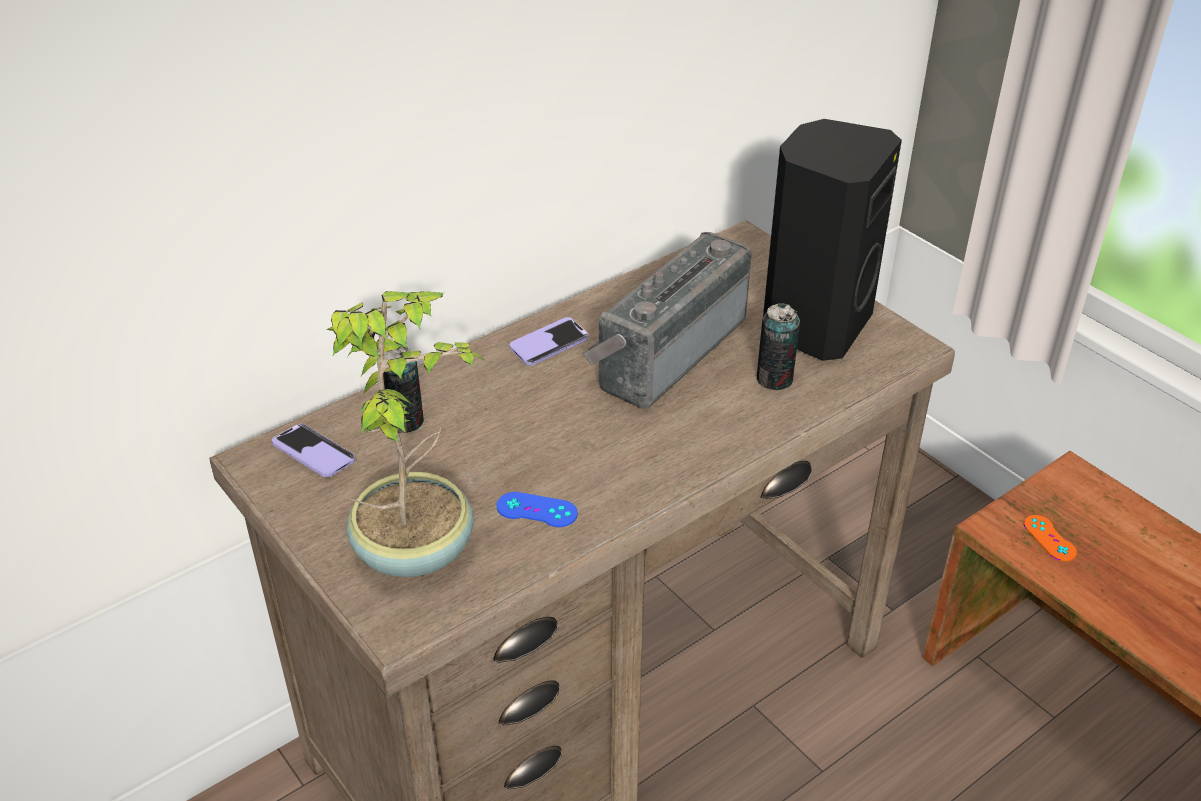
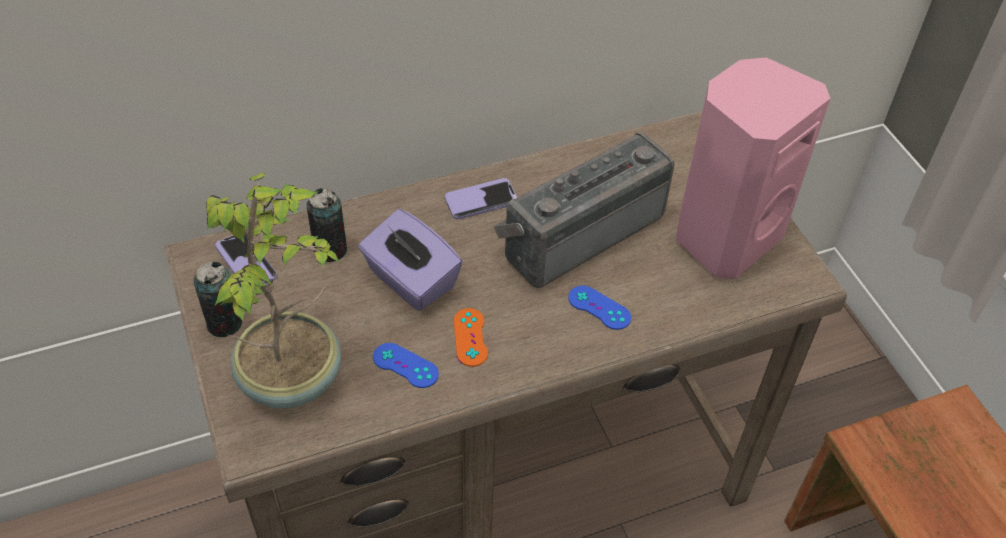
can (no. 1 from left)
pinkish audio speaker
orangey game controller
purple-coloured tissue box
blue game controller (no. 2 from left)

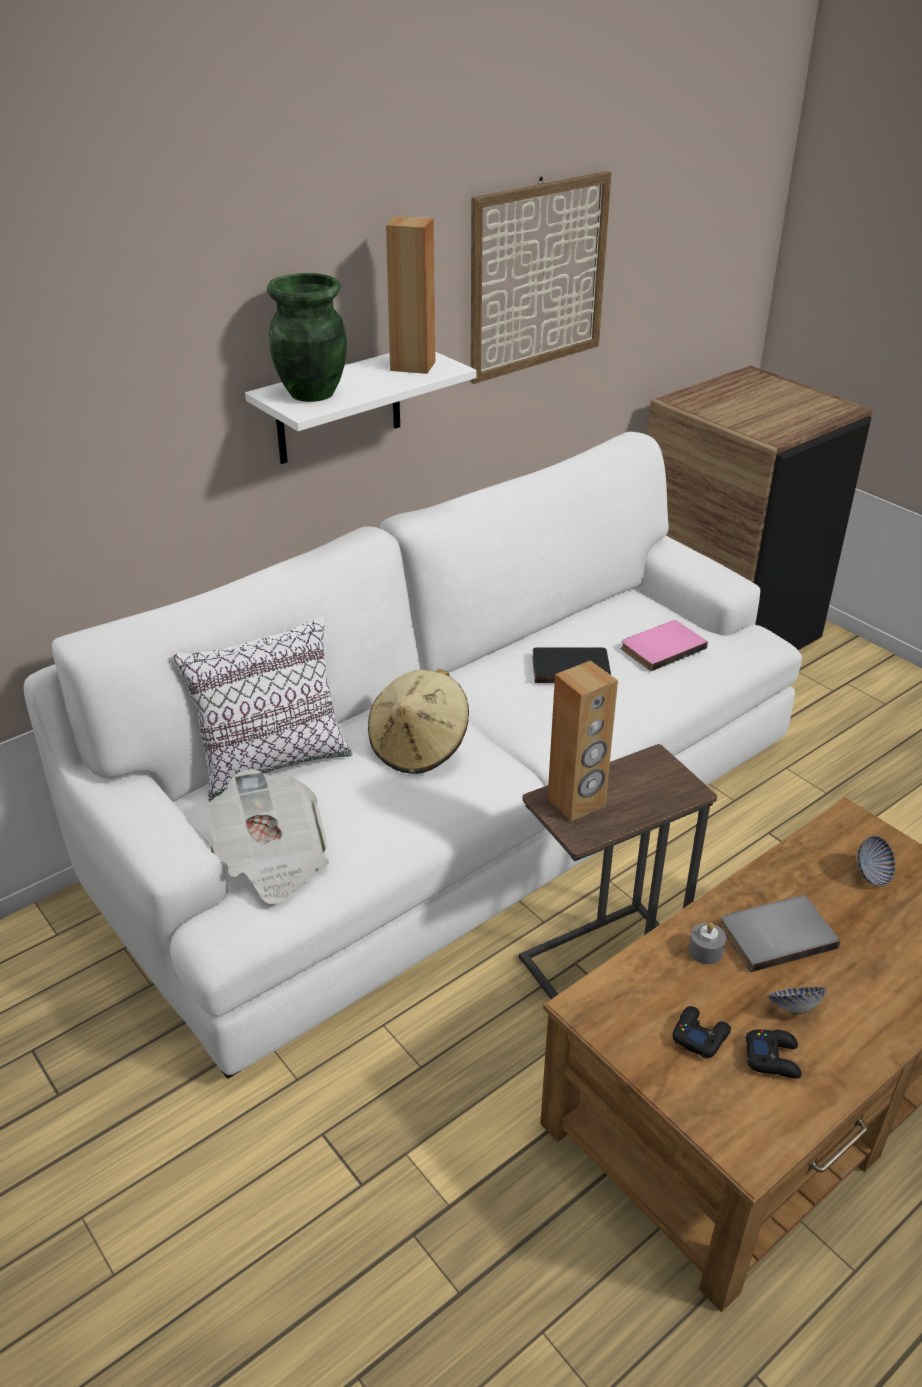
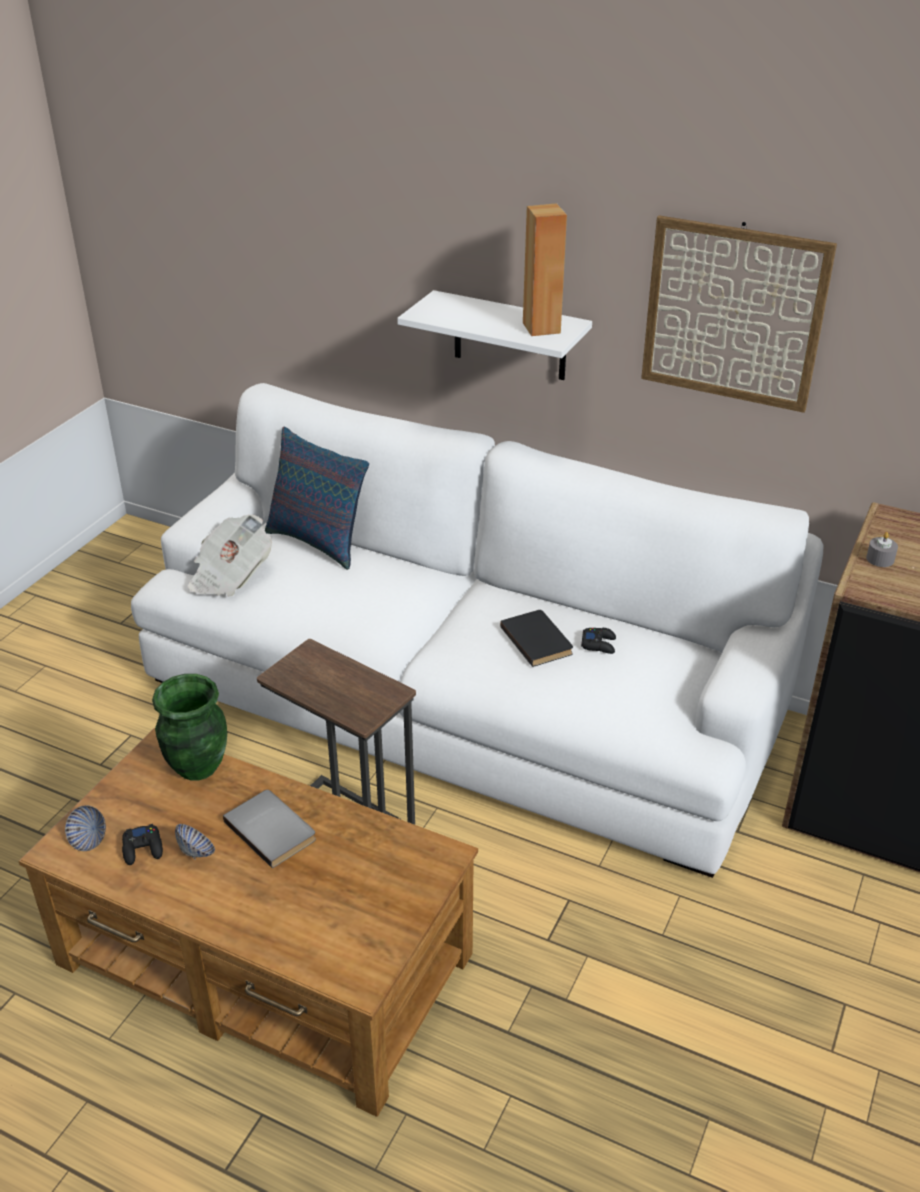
blue pillow
green vase
beige wearable hat
brown-coloured audio speaker (no. 2 from left in the first image)
pinkish bound book
blackish game controller (no. 2 from left)
greyish candle
serving bowl (no. 1 from left)

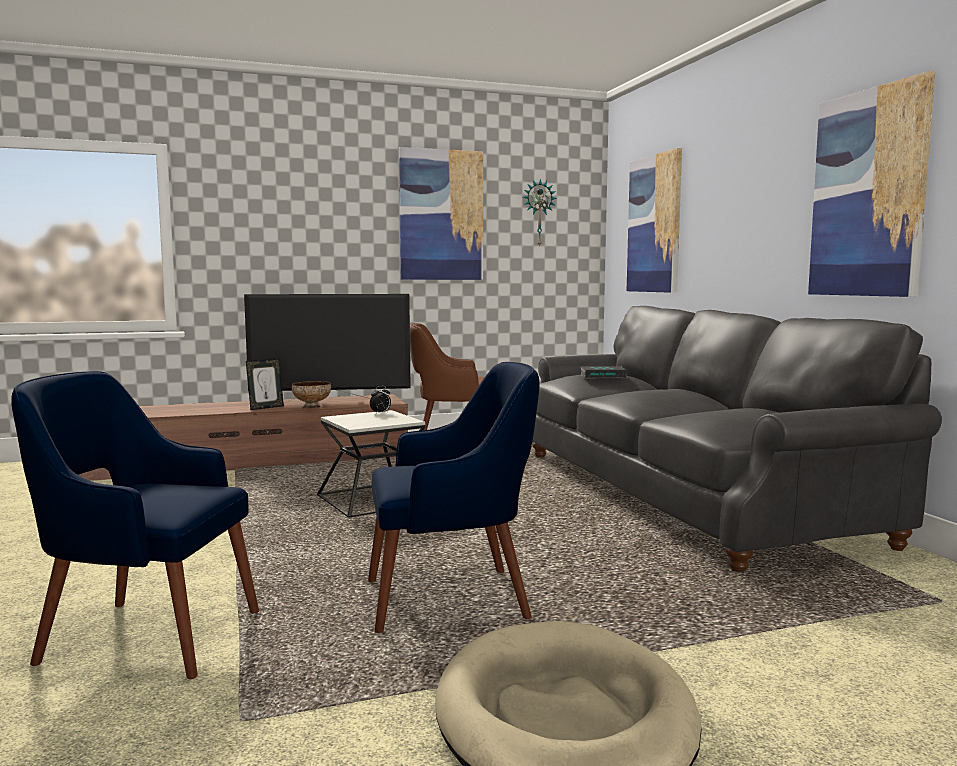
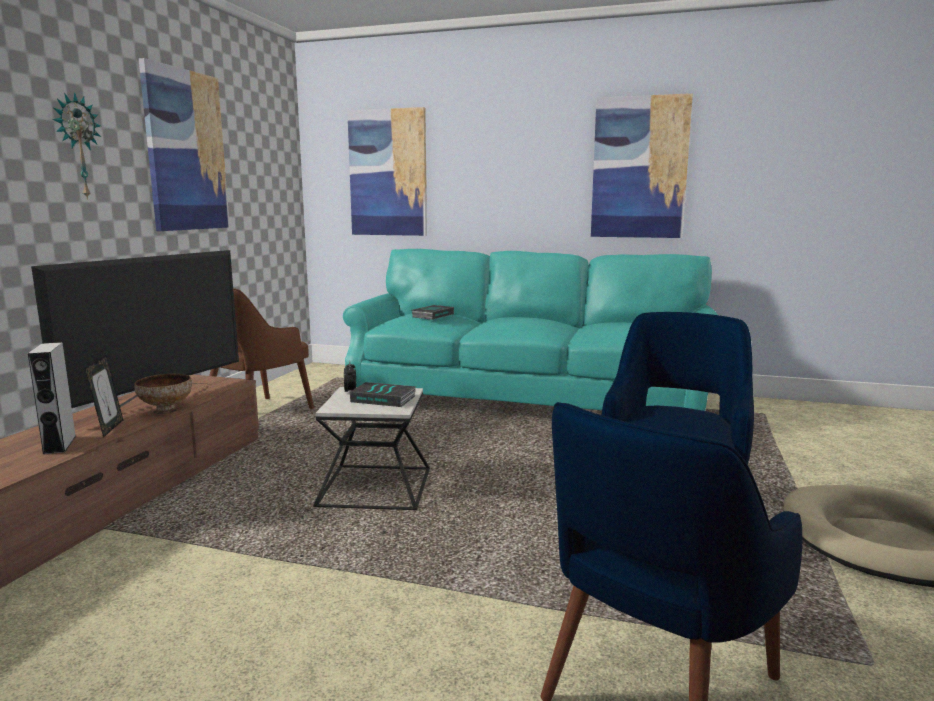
wall clock
turquoise settee
greyish audio speaker
bound book (no. 1 from left)

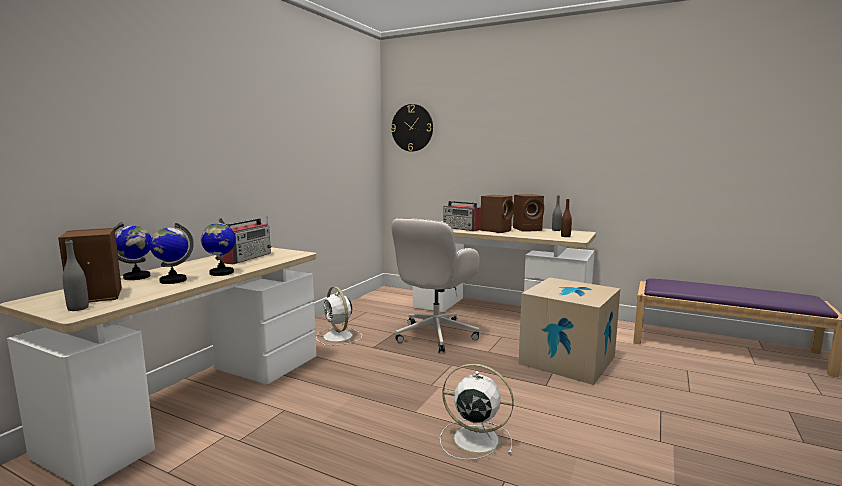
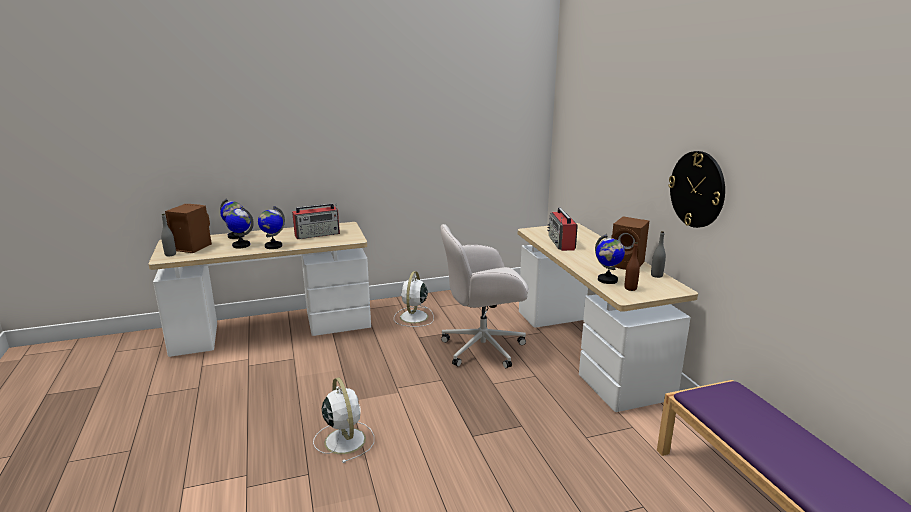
wall clock
brown-coloured audio speaker (no. 2 from left in the first image)
carton
desk globe (no. 4 from left)

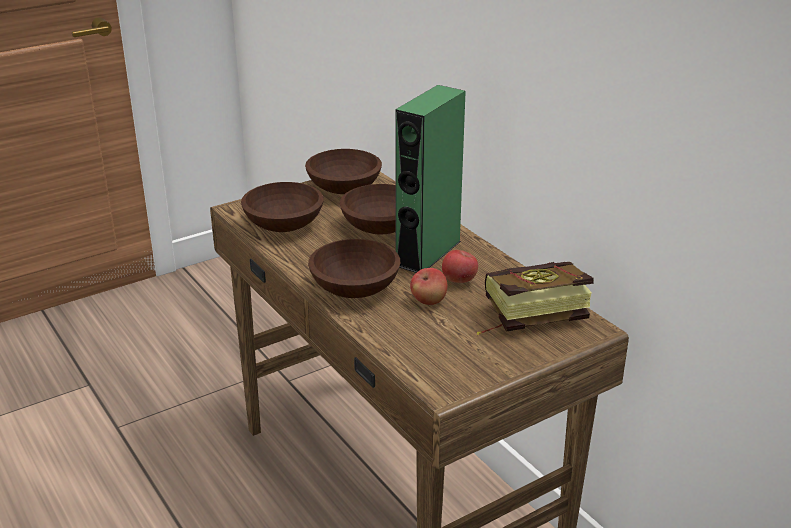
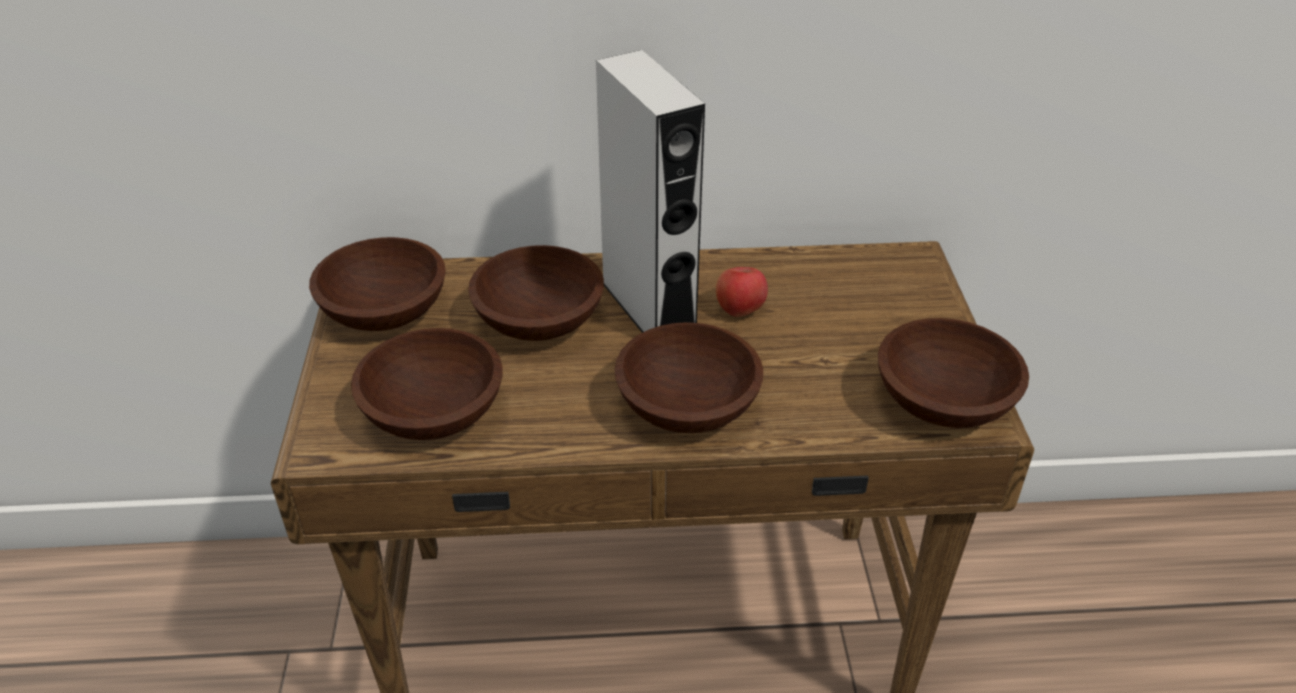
greyish audio speaker
apple fruit (no. 1 from left in the first image)
bound book
brown-coloured serving bowl (no. 5 from left)

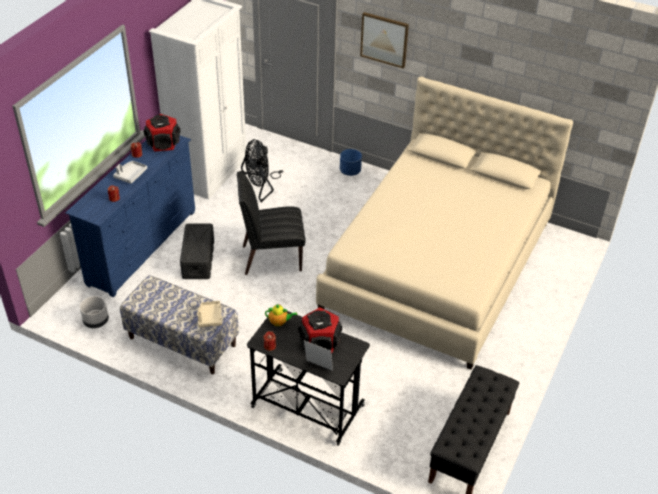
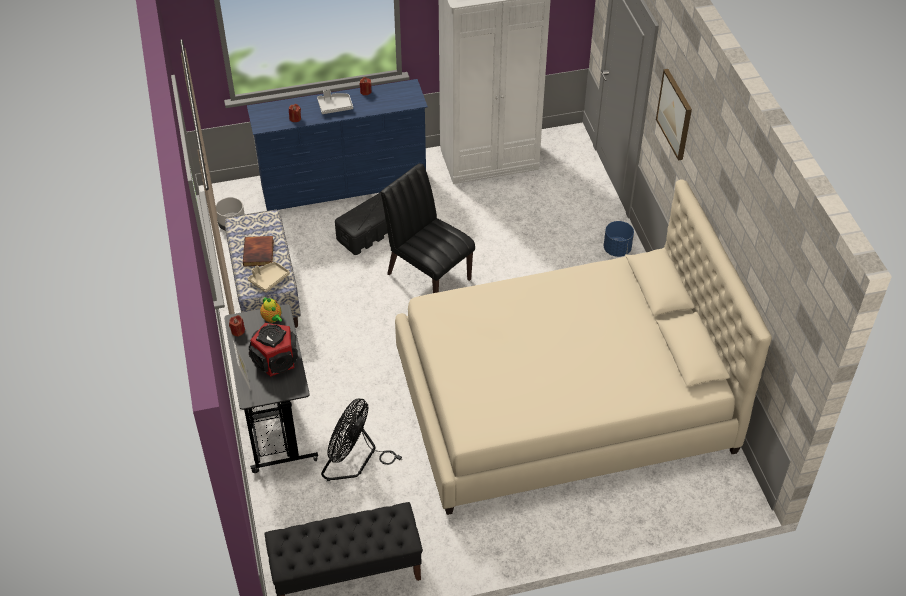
audio speaker (no. 1 from left in the first image)
blackish cooling fan
bound book

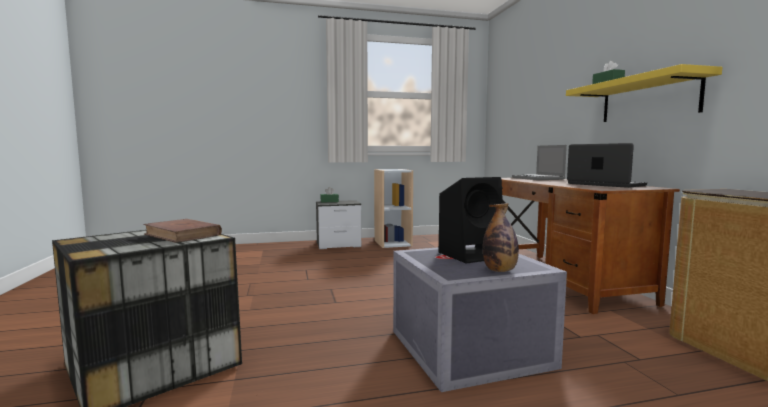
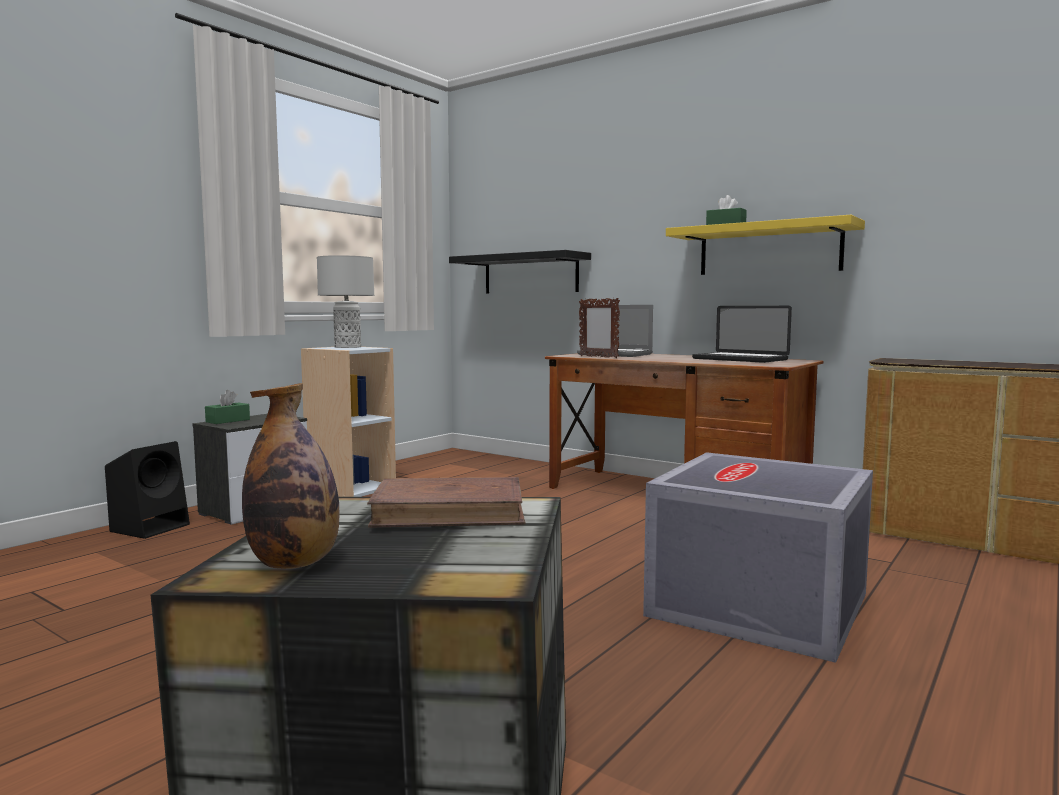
blackish audio speaker
bottle
portable computer (no. 2 from left)
whitish tabletop lamp
blackish shelf
standing frame

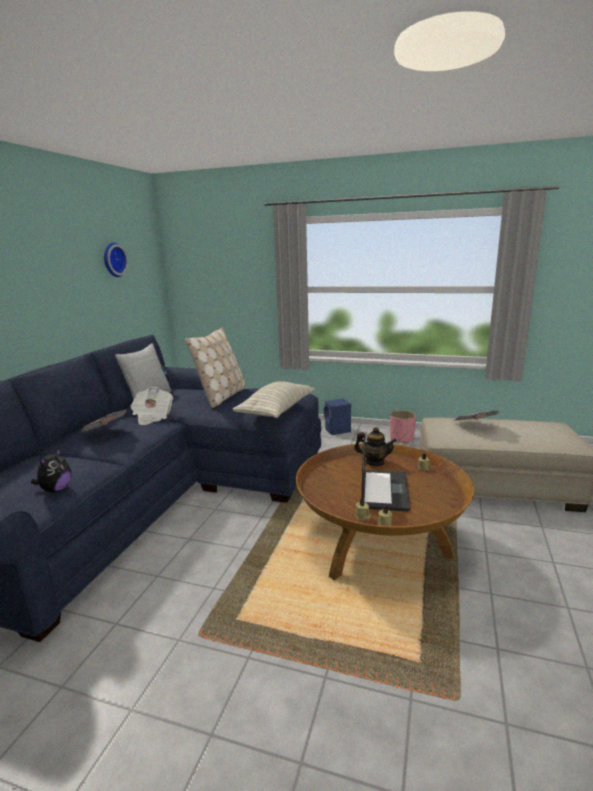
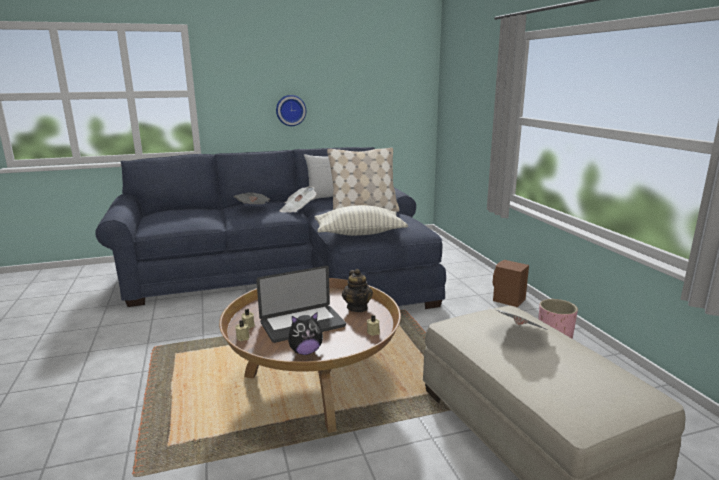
plush toy
wall clock
brown-coloured audio speaker

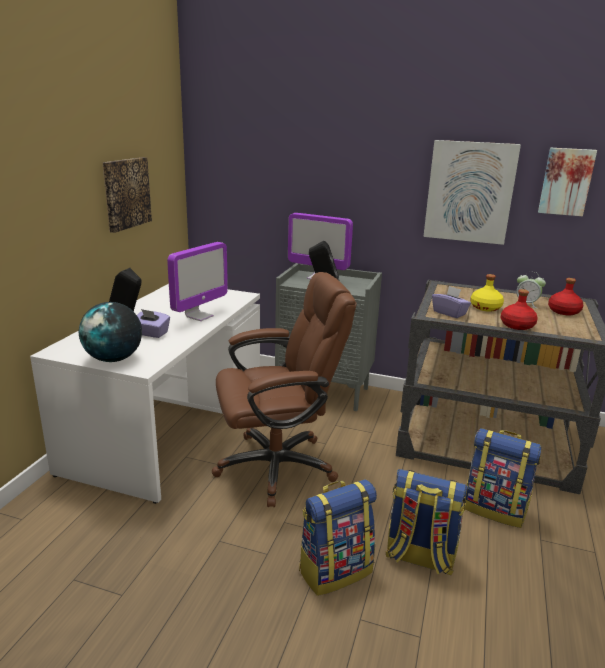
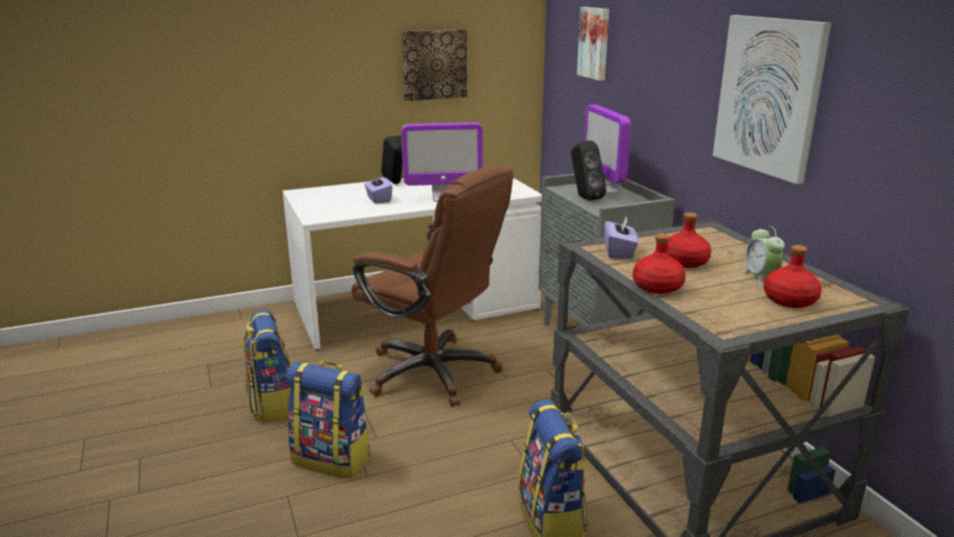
desk globe
rucksack (no. 1 from left)
reddish bottle (no. 2 from left)
picture (no. 2 from left)

